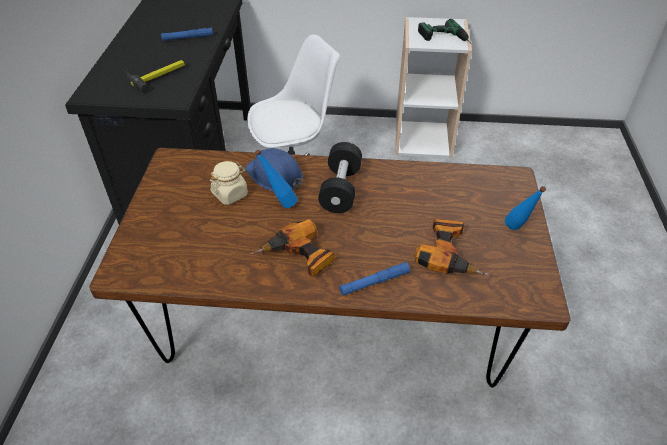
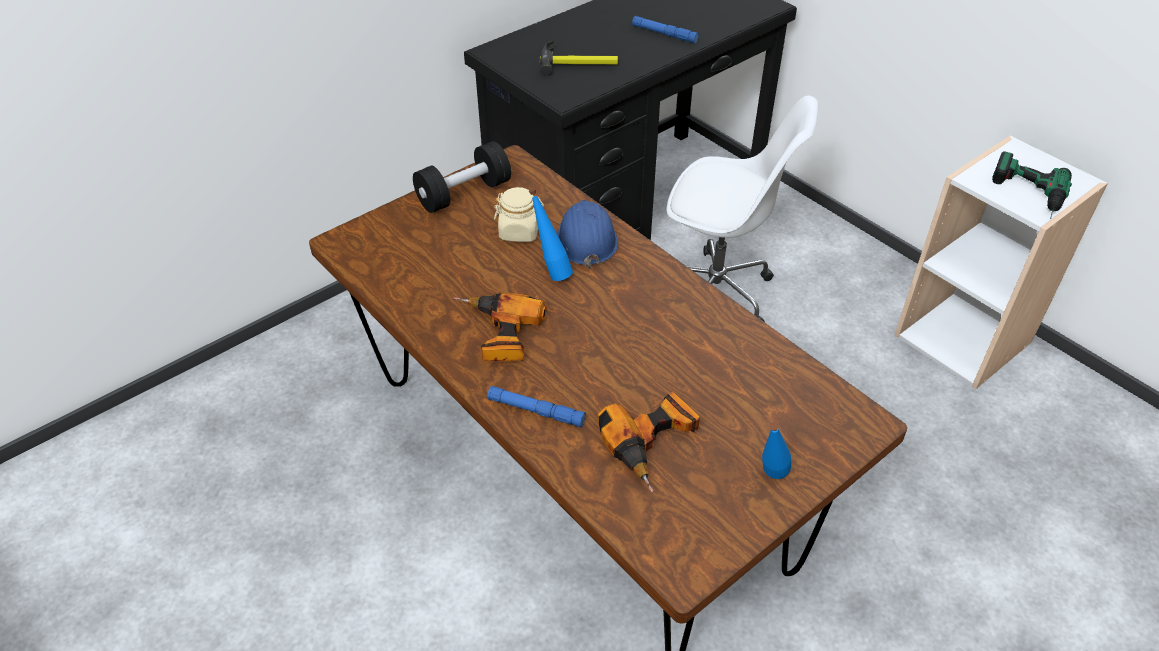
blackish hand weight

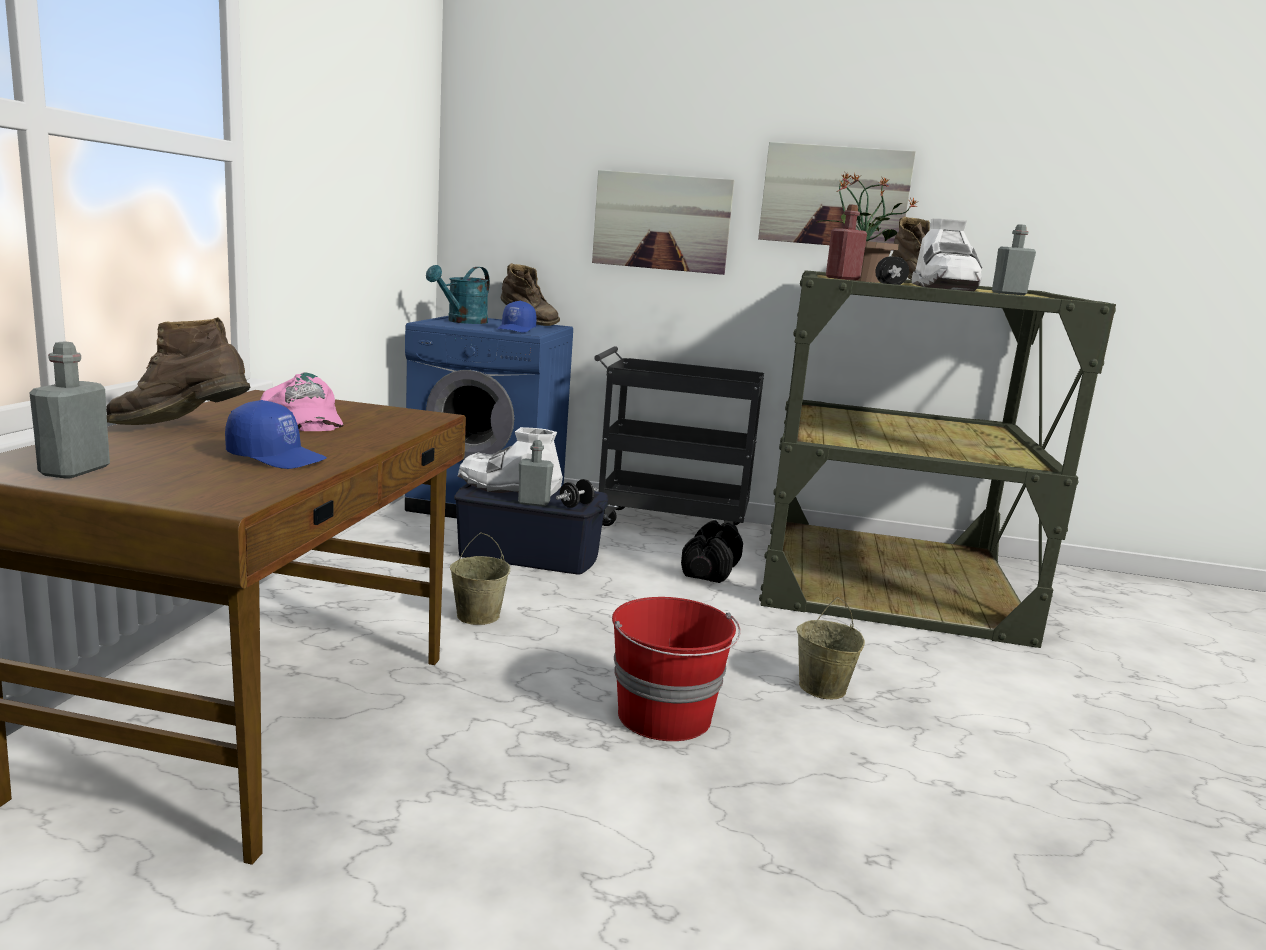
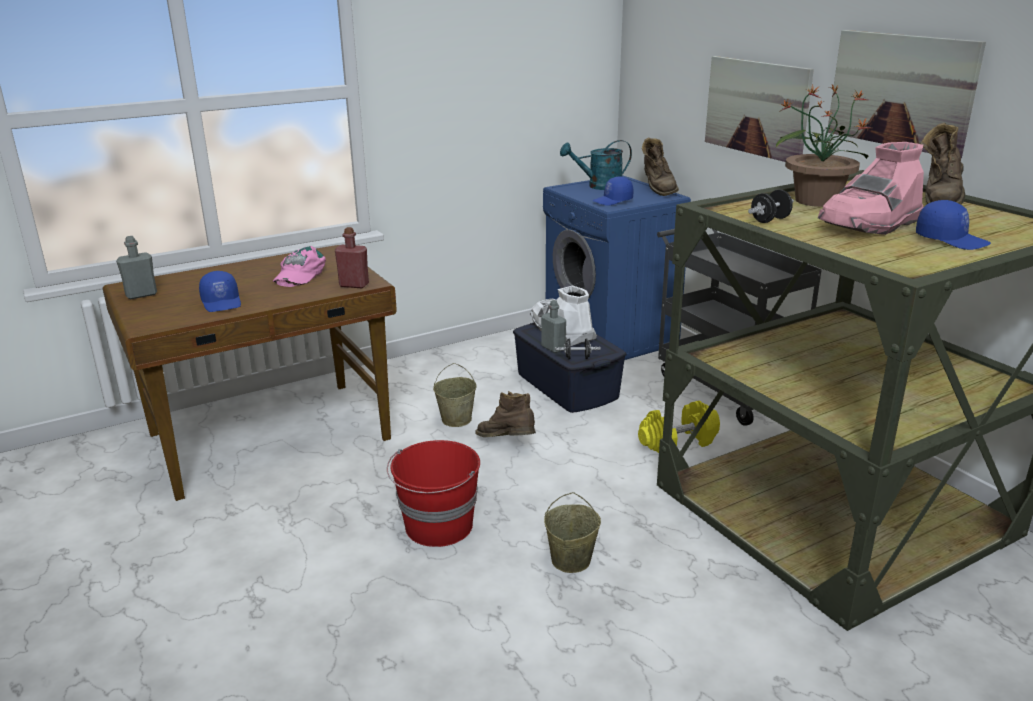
brown-coloured high-top boot (no. 1 from left)
yellowish hand weight
reddish bottle
pinkish high-top boot
blue cap (no. 3 from left)

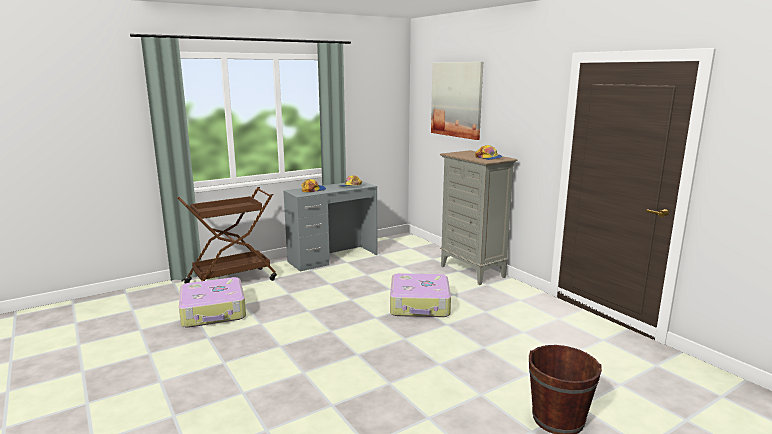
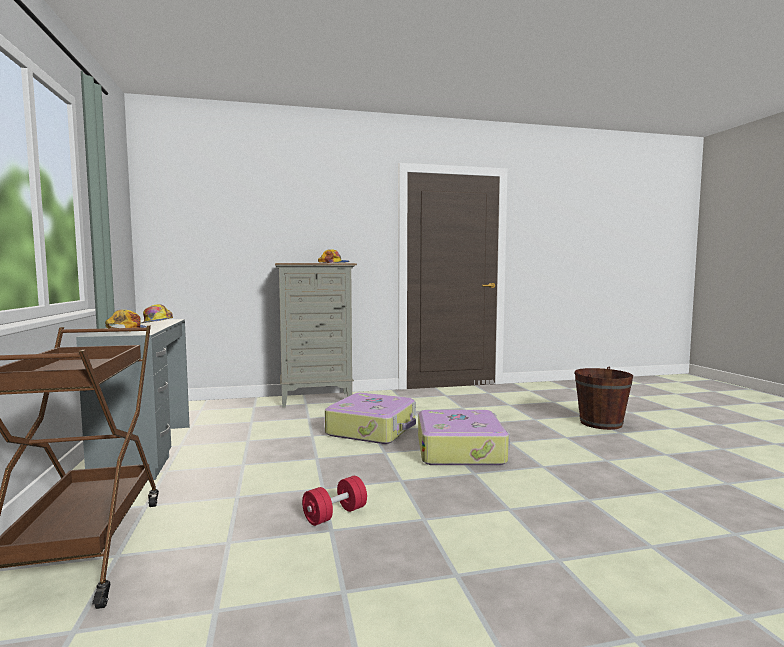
piece of luggage (no. 2 from left)
picture
reddish hand weight

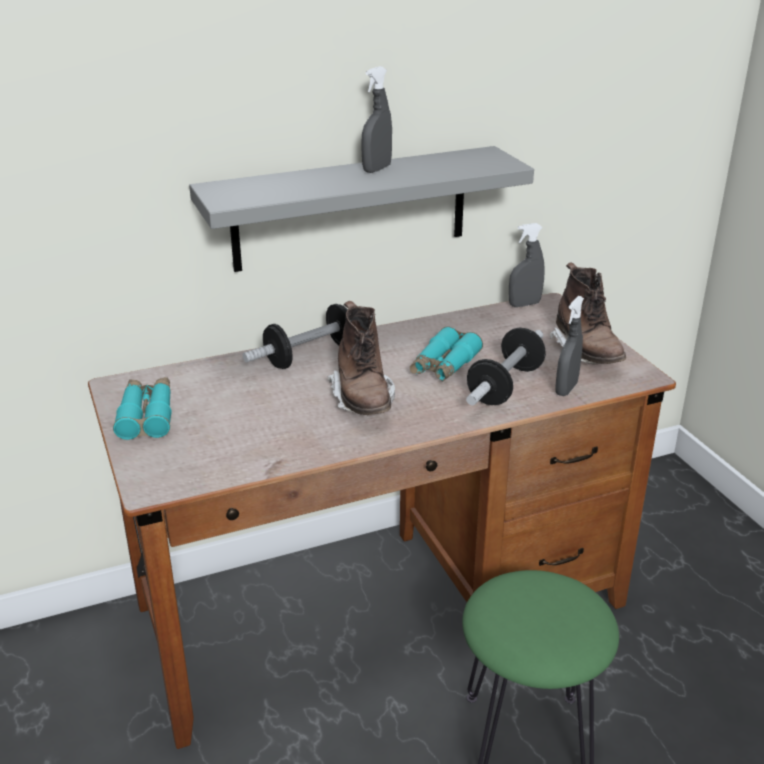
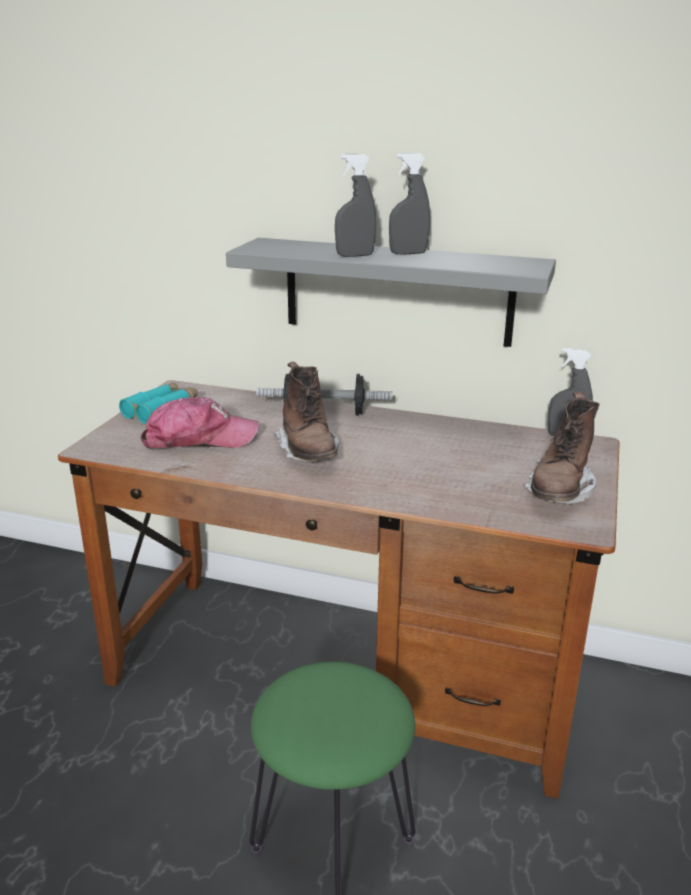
brown-coloured high-top boot (no. 1 from left)
turquoise pair of binoculars (no. 2 from left in the first image)
hand weight (no. 2 from left in the first image)
greyish spray bottle (no. 1 from left)
cap

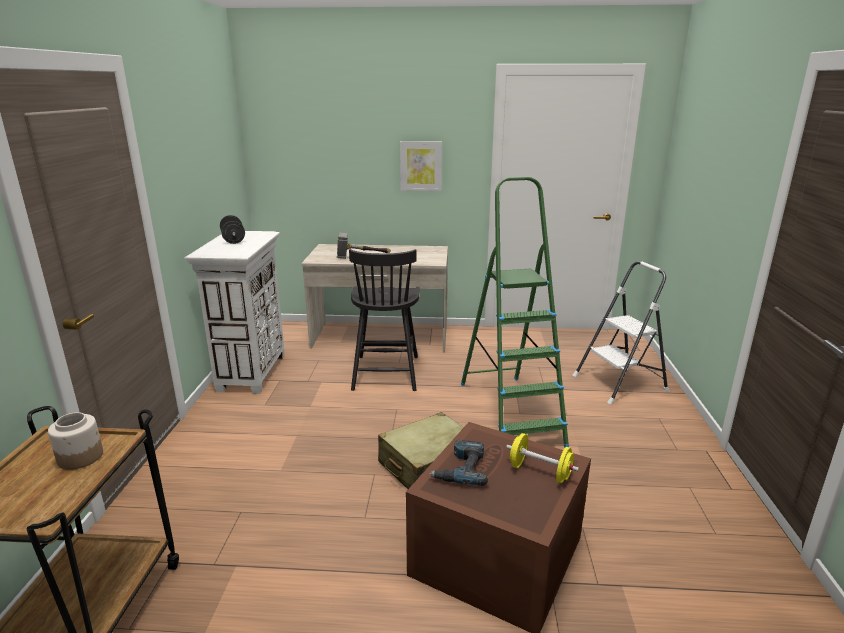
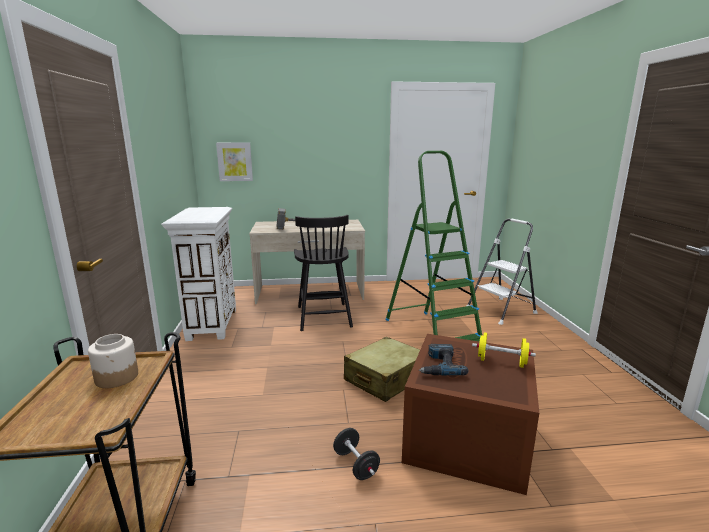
blackish hand weight
picture

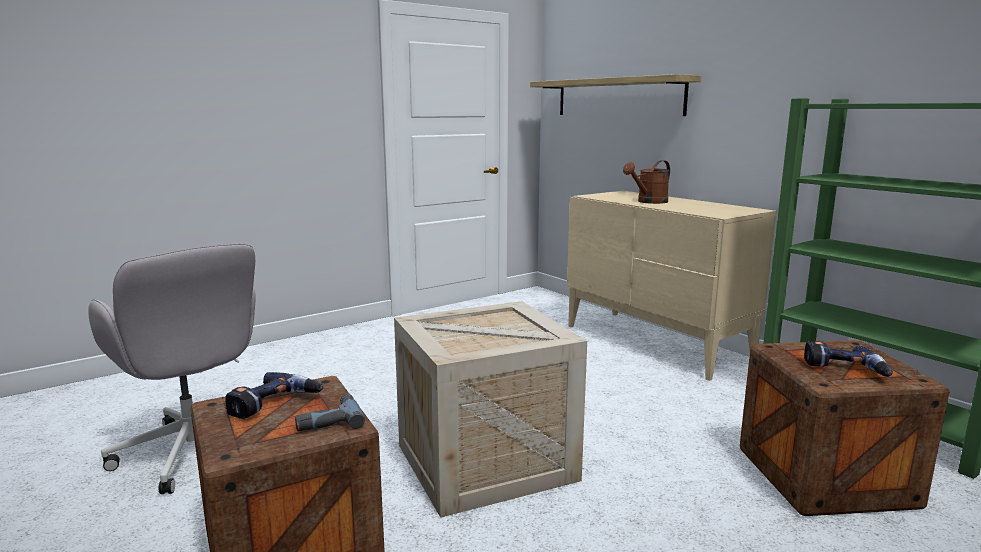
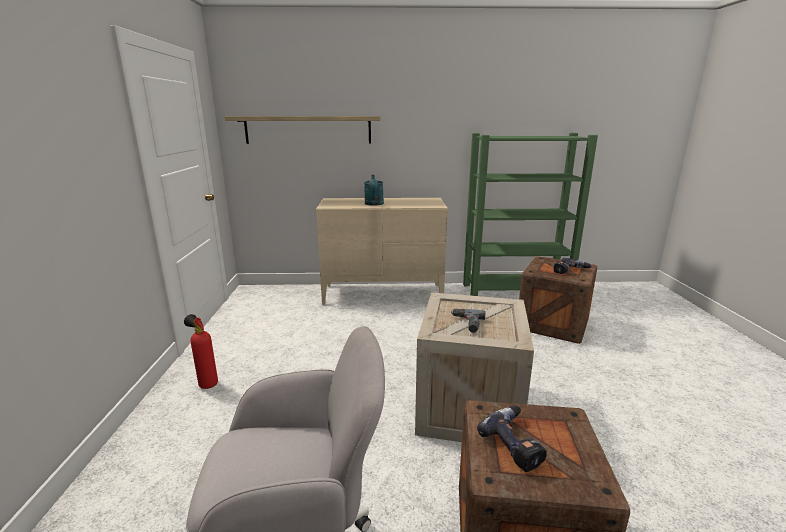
power drill (no. 1 from left)
turquoise watering pot
fire-fighting cylinder

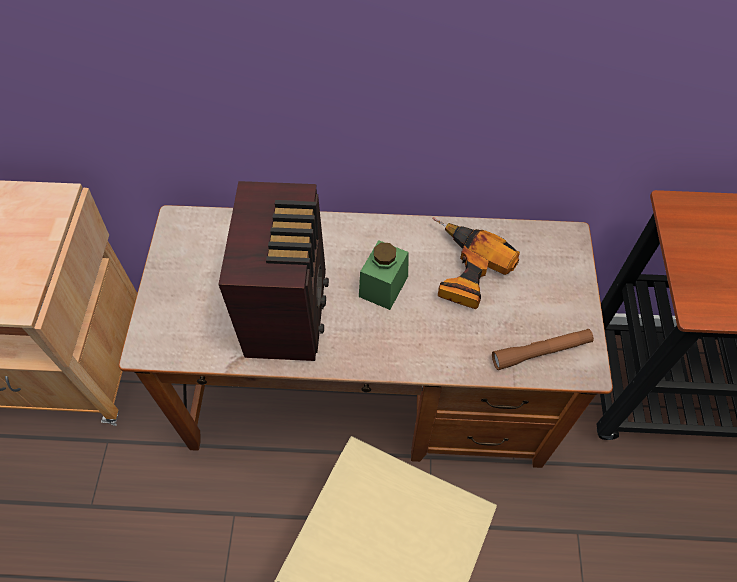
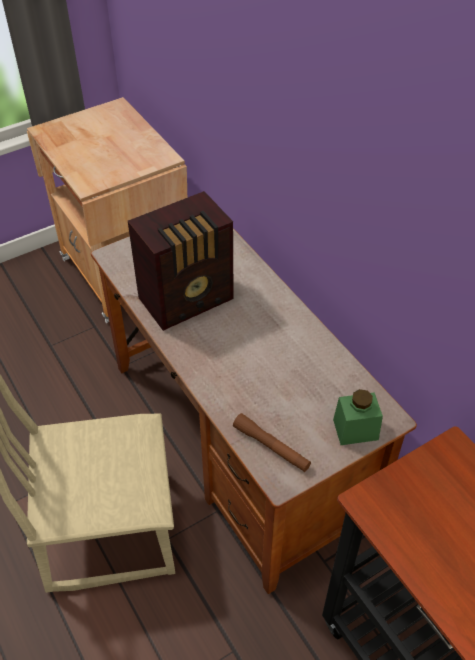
green preserve jar
power drill

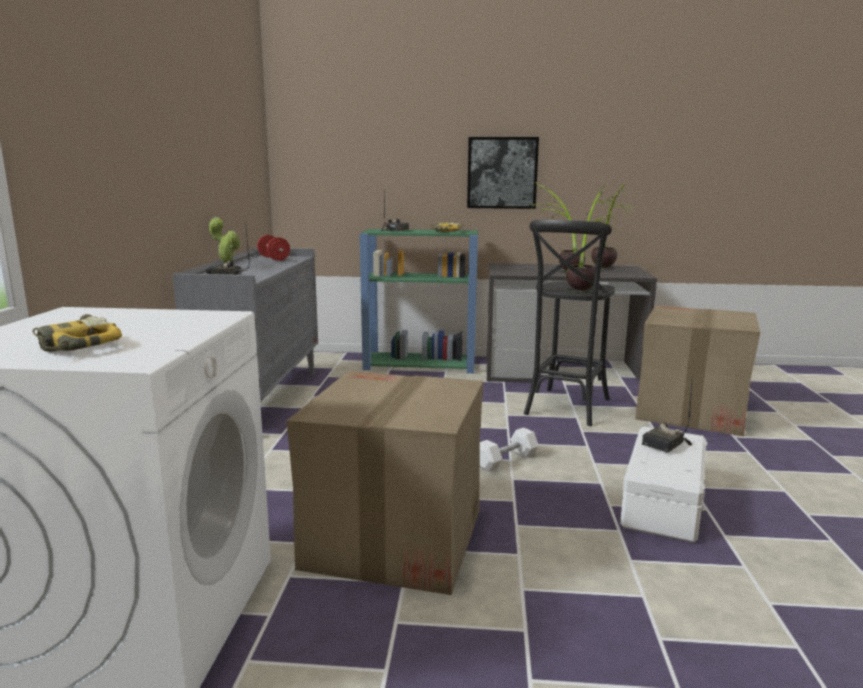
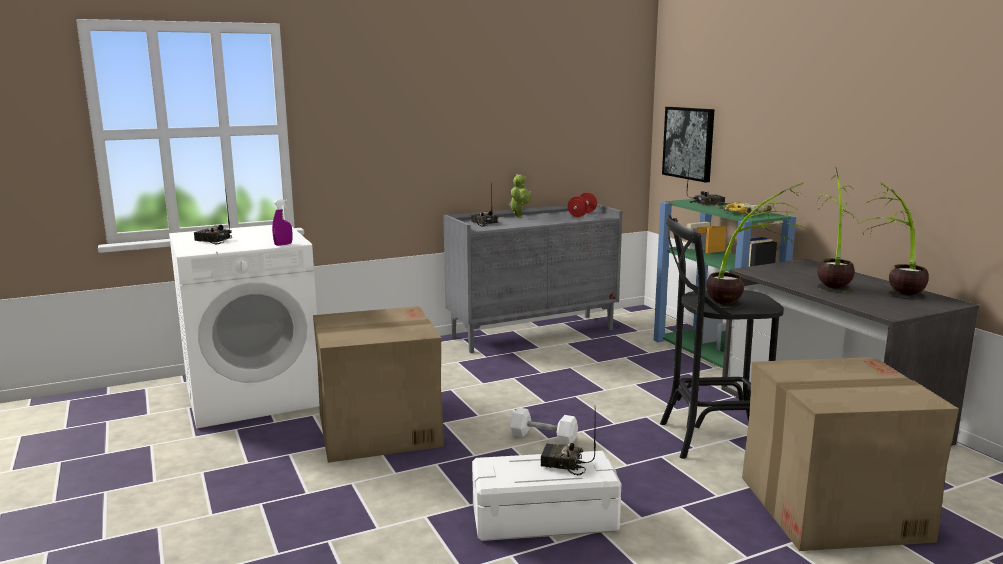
radio receiver (no. 1 from left)
picture
purple-coloured spray bottle

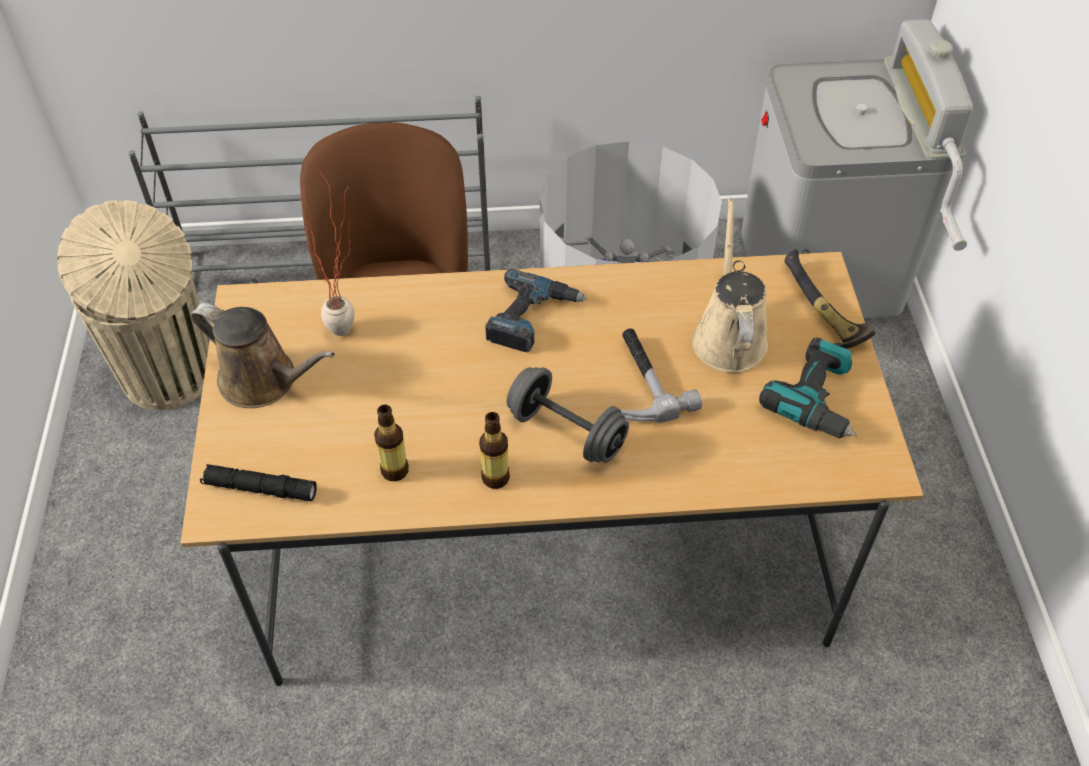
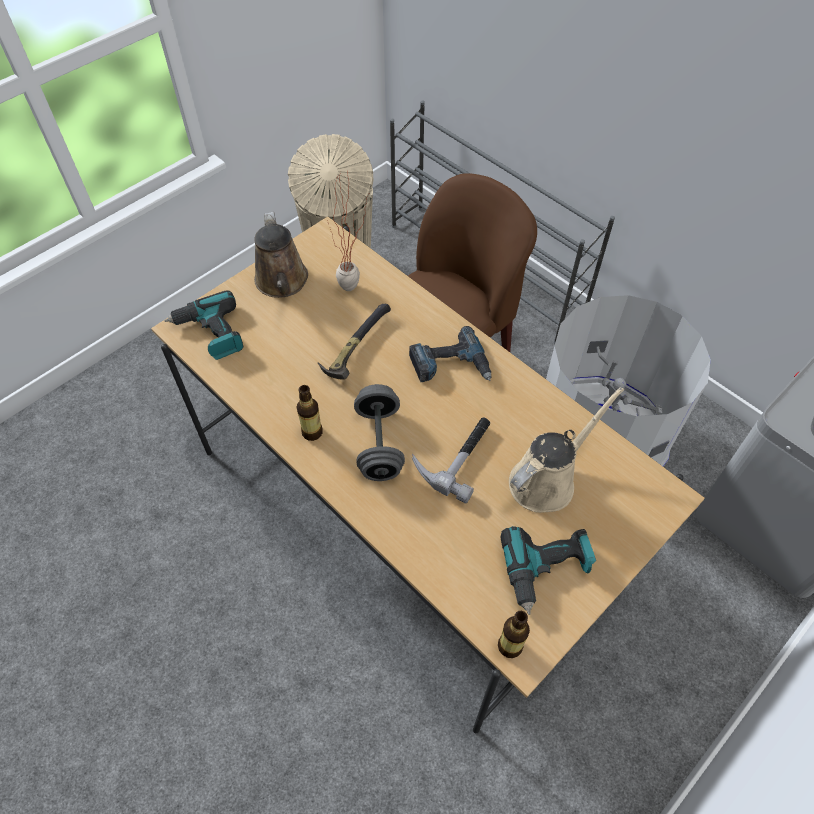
power drill (no. 1 from left)
bottle (no. 2 from left)
hand hammer (no. 1 from left)

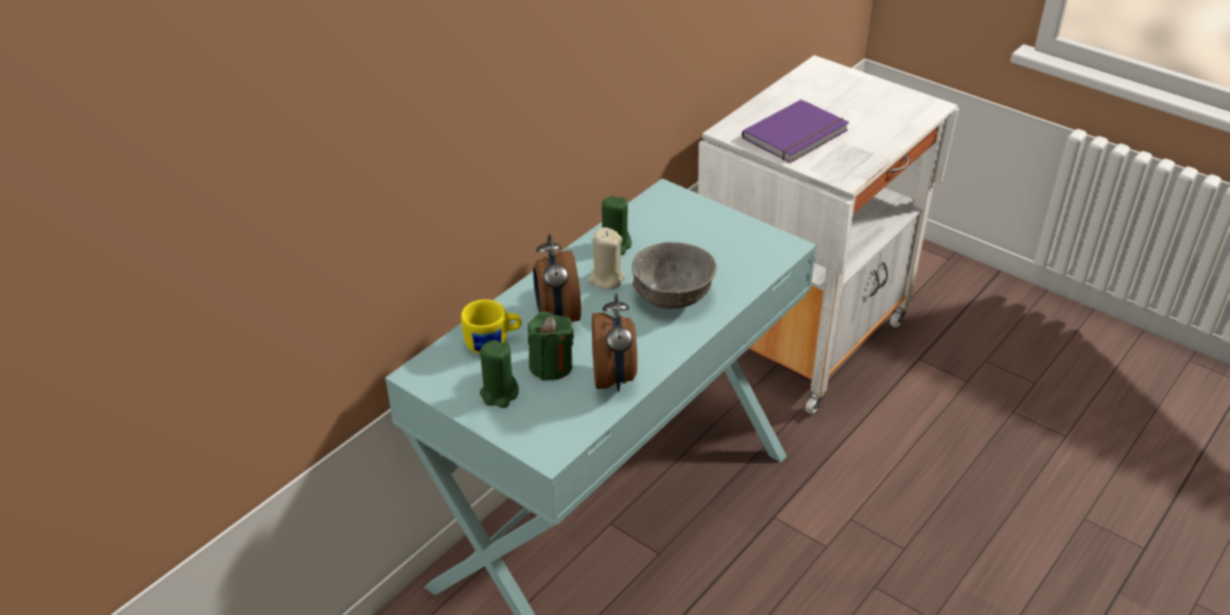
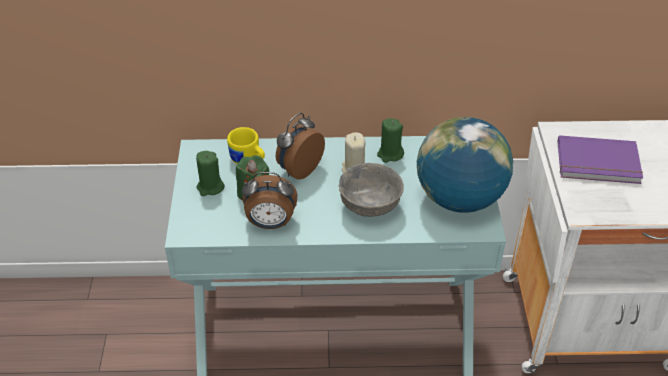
bedside clock (no. 1 from left)
desk globe

